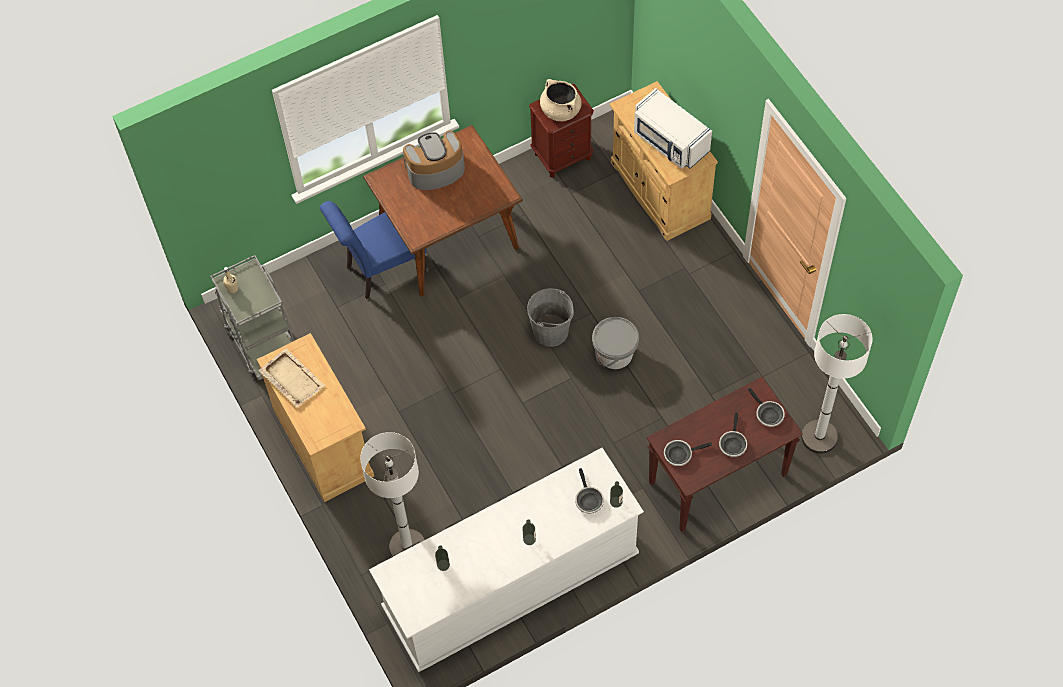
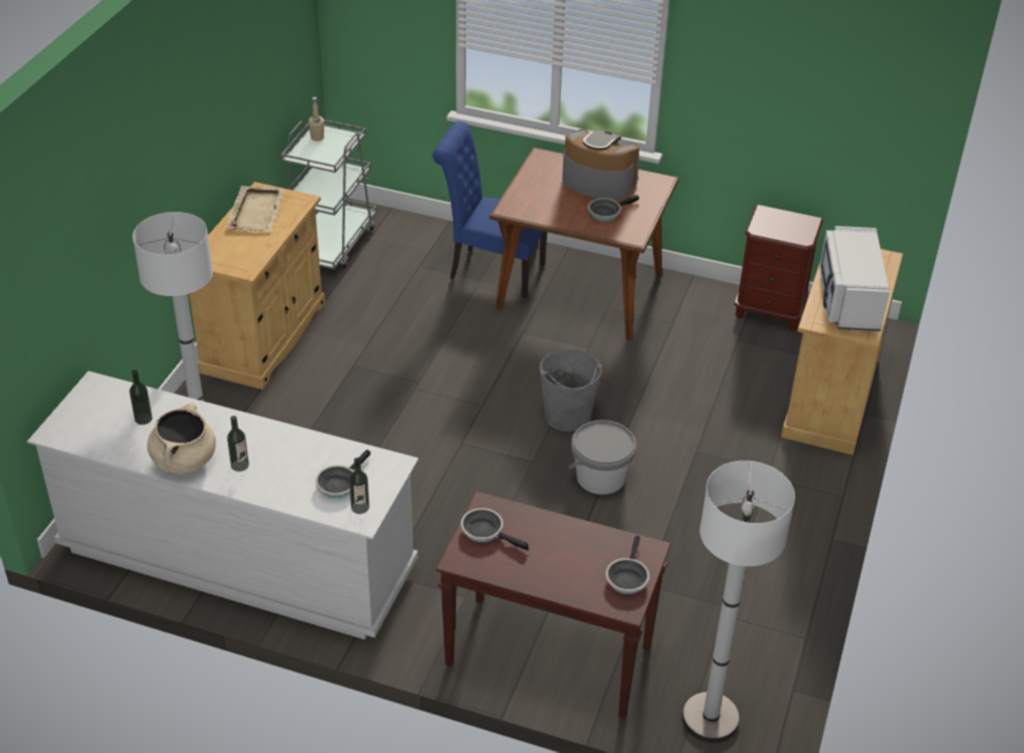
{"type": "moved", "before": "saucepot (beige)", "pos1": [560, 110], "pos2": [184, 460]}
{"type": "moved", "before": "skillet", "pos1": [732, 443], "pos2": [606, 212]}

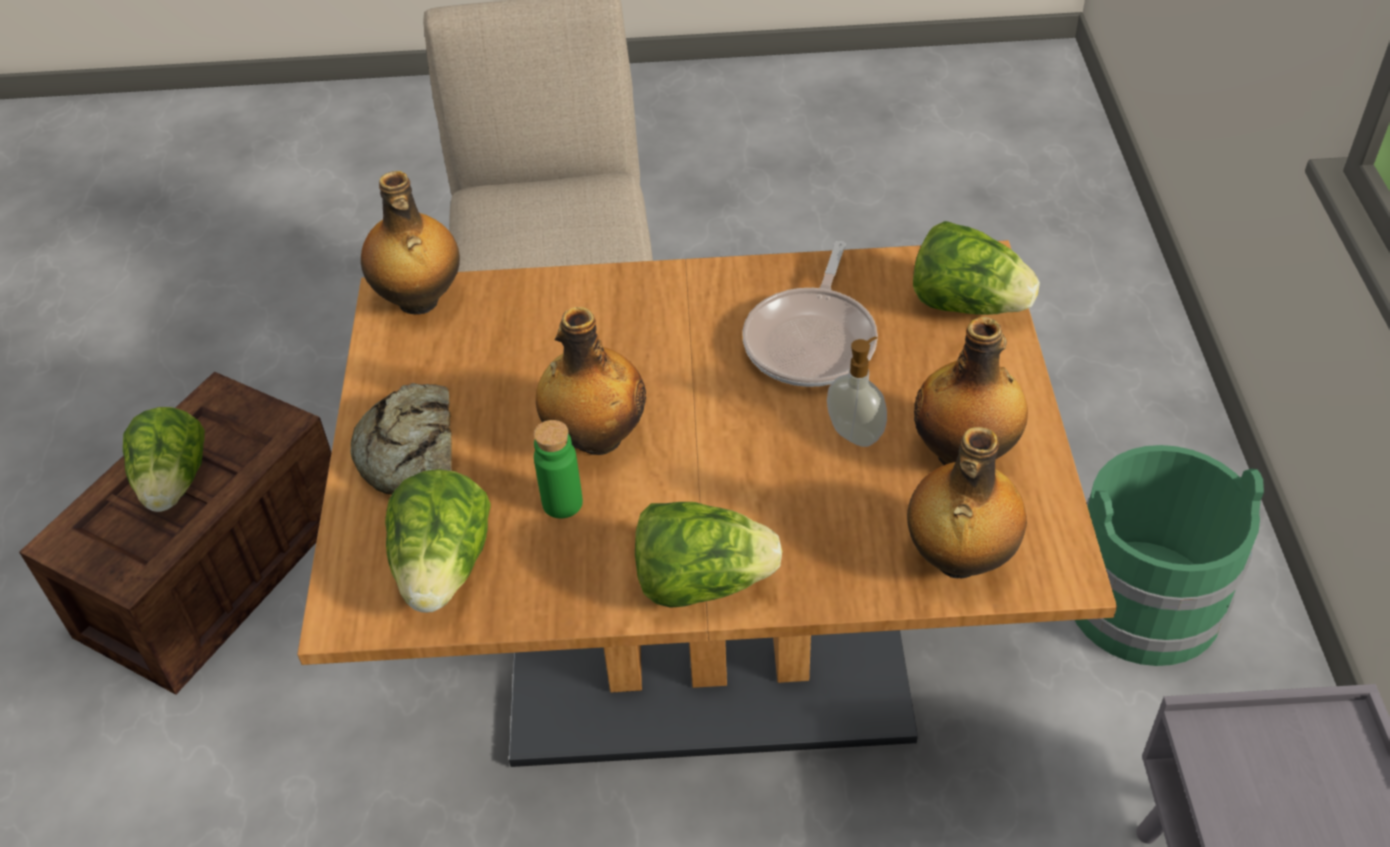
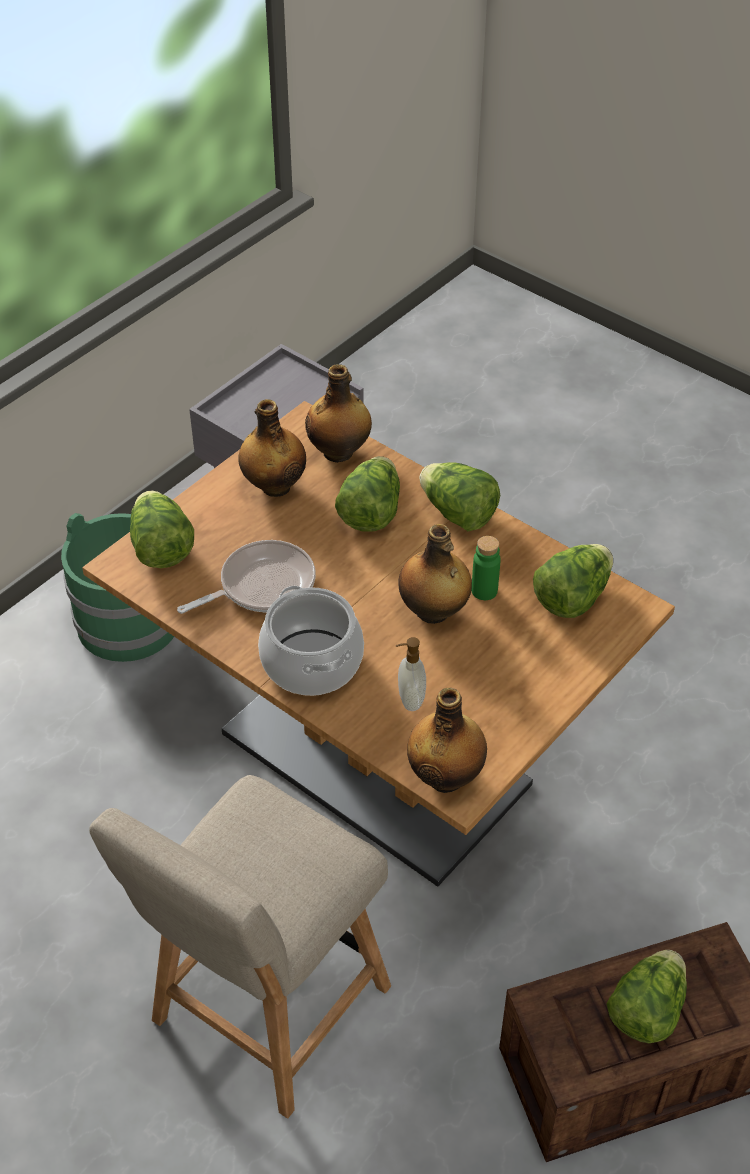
{"type": "added", "after": "saucepot", "pos2": [312, 662]}
{"type": "added", "after": "lettuce", "pos2": [370, 512]}
{"type": "moved", "before": "liquid soap bottle", "pos1": [856, 433], "pos2": [410, 699]}
{"type": "removed", "before": "baked bread", "pos1": [412, 453]}

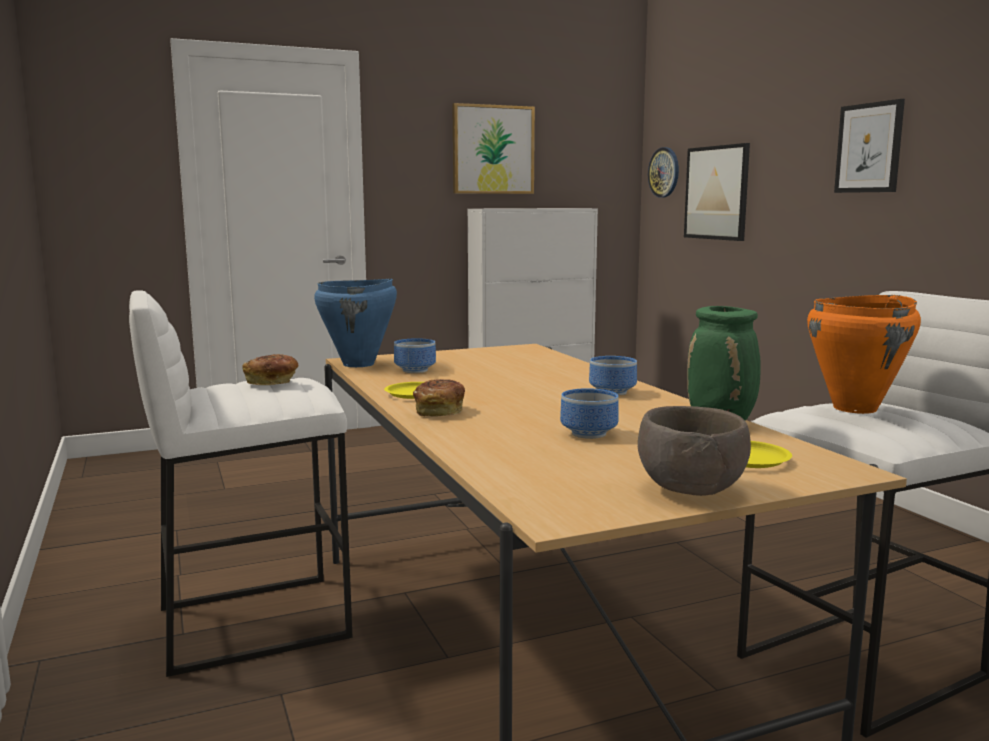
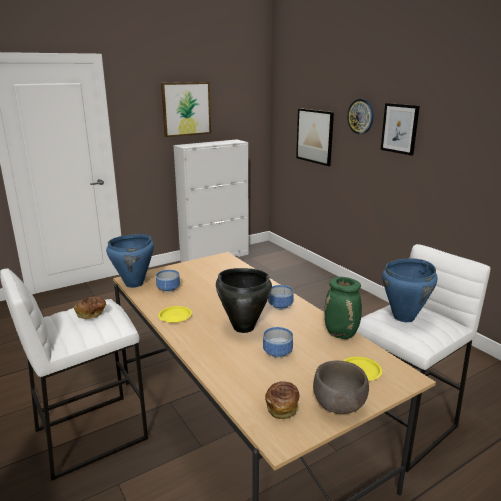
{"type": "added", "after": "saucepot (black-coloured)", "pos2": [243, 327]}
{"type": "moved", "before": "baked bread", "pos1": [440, 411], "pos2": [282, 407]}
{"type": "moved", "before": "clock on the wall", "pos1": [664, 172], "pos2": [361, 116]}
{"type": "recoloured", "before": "saucepot (orangey)", "after": "saucepot (blue)", "pos1": [856, 408], "pos2": [404, 317]}

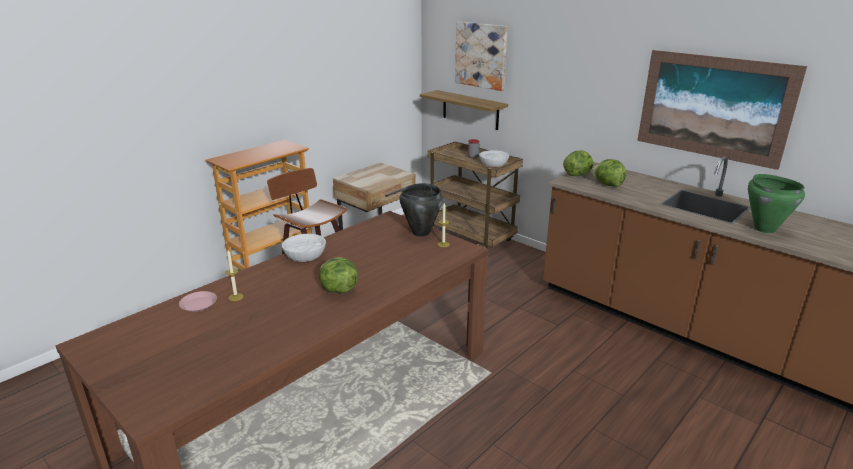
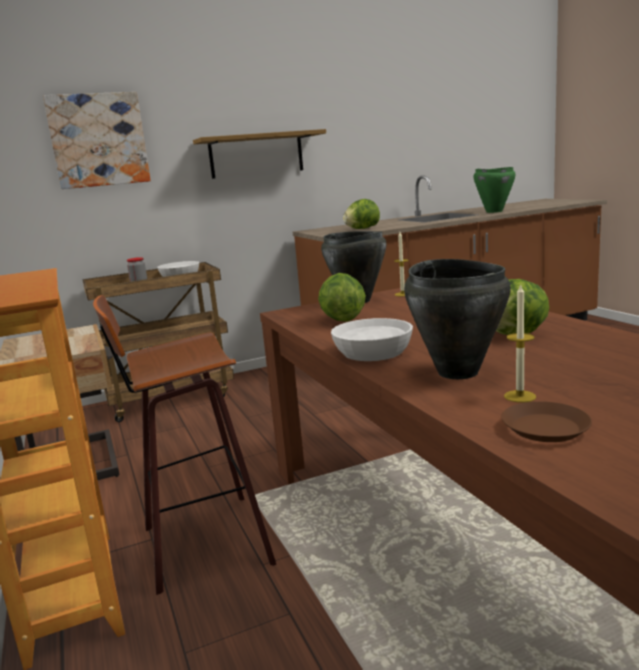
{"type": "moved", "before": "bracket shelf", "pos1": [470, 110], "pos2": [256, 155]}
{"type": "moved", "before": "lettuce", "pos1": [578, 175], "pos2": [341, 320]}
{"type": "added", "after": "saucepot (black-coloured)", "pos2": [458, 372]}
{"type": "recoloured", "before": "plate (pink)", "after": "plate (brownish)", "pos1": [198, 304], "pos2": [544, 428]}
{"type": "removed", "before": "picture", "pos1": [713, 107]}

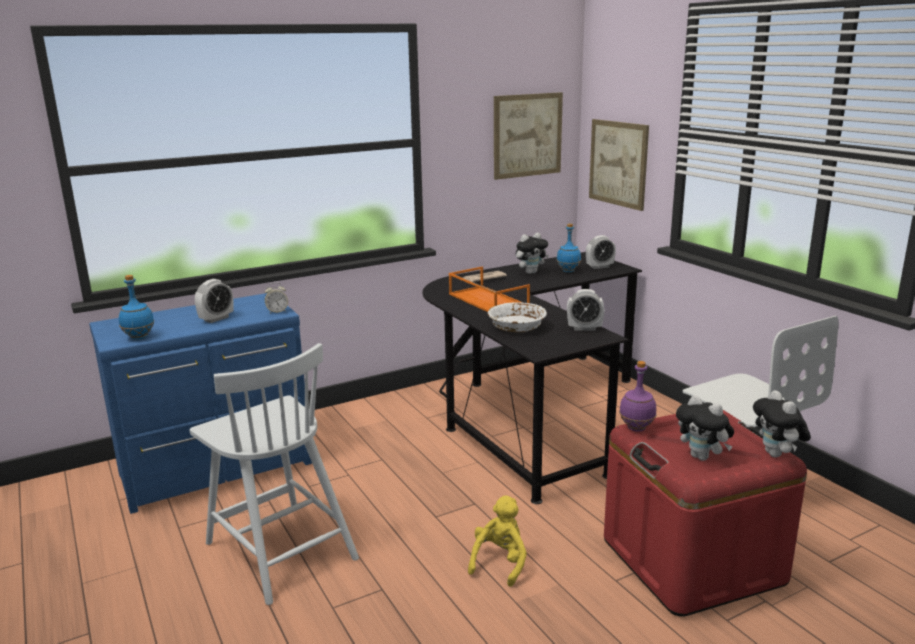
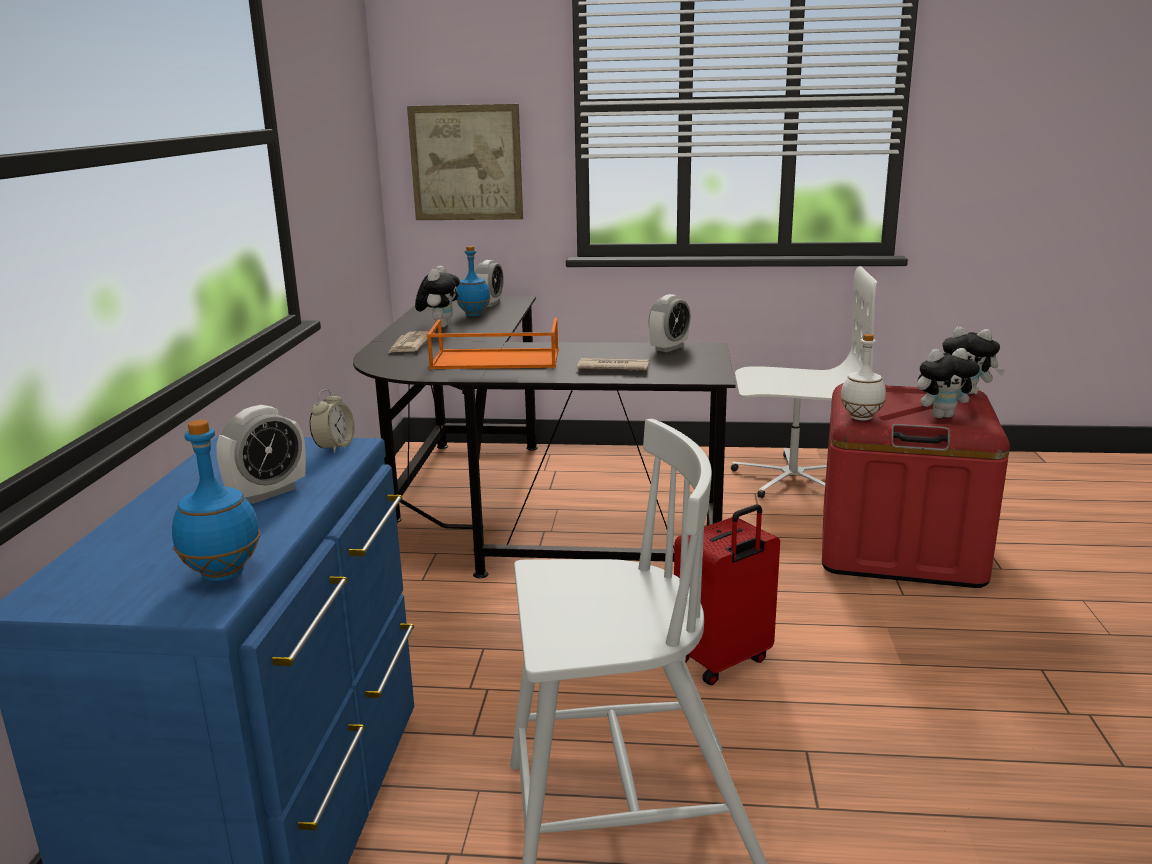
{"type": "turned", "before": "alarm clock", "pos1": [216, 319], "pos2": [267, 493], "turn": 60}
{"type": "replaced", "before": "bowl (white-coloured)", "after": "newspaper", "pos1": [516, 327], "pos2": [612, 368]}
{"type": "added", "after": "suitcase (red)", "pos2": [723, 661]}
{"type": "recoloured", "before": "drink bottle (purplish)", "after": "drink bottle (white-coloured)", "pos1": [636, 428], "pos2": [861, 418]}
{"type": "removed", "before": "soft toy (yellow)", "pos1": [500, 562]}
{"type": "removed", "before": "picture", "pos1": [527, 135]}

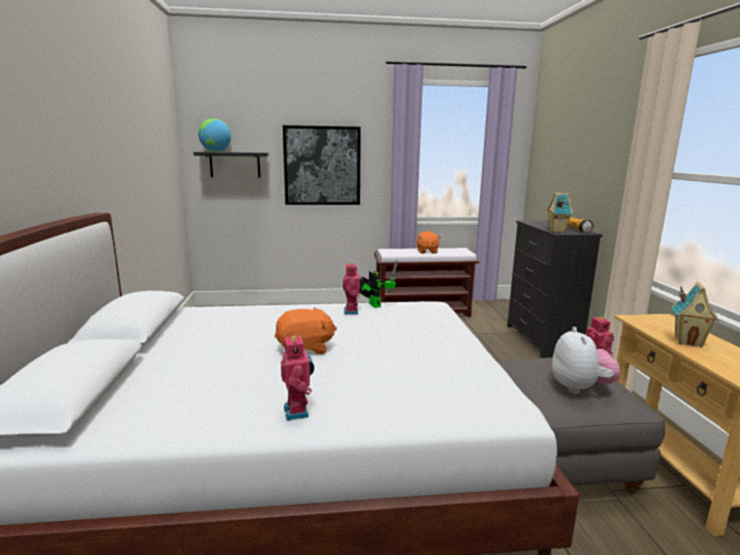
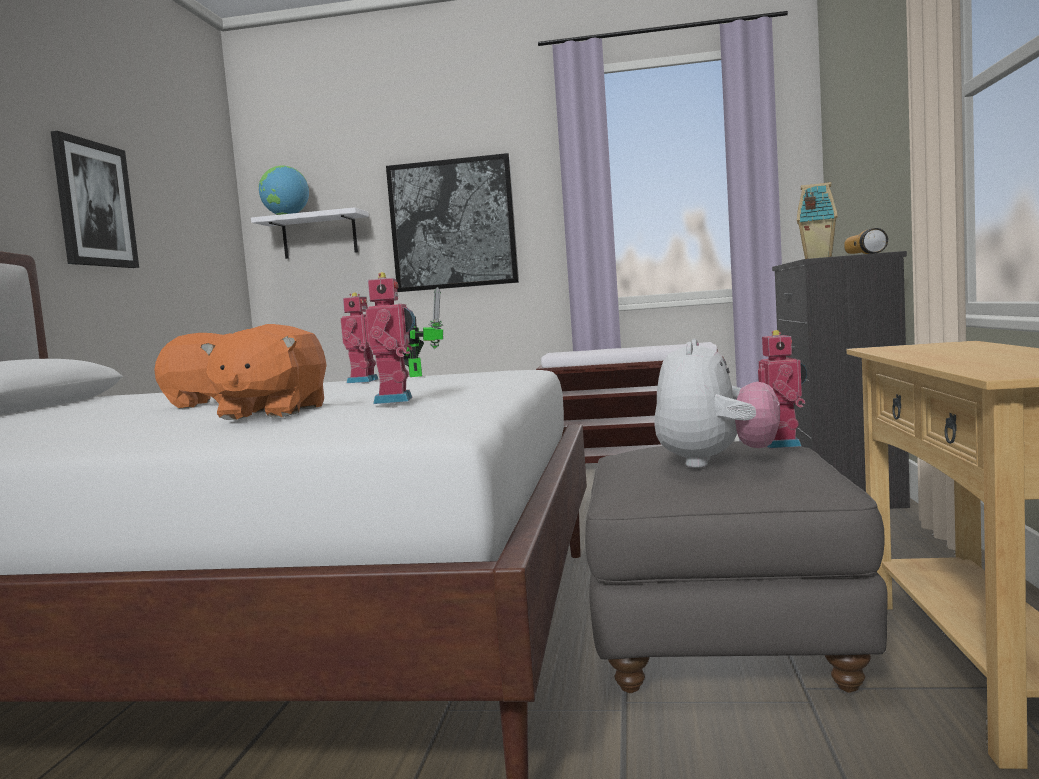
{"type": "added", "after": "picture", "pos2": [94, 204]}
{"type": "moved", "before": "soft toy (orangey)", "pos1": [427, 251], "pos2": [272, 413]}
{"type": "recoloured", "before": "bracket shelf (black-coloured)", "after": "bracket shelf (white-coloured)", "pos1": [235, 164], "pos2": [319, 236]}
{"type": "moved", "before": "model robot", "pos1": [298, 411], "pos2": [397, 400]}
{"type": "removed", "before": "model house", "pos1": [688, 342]}

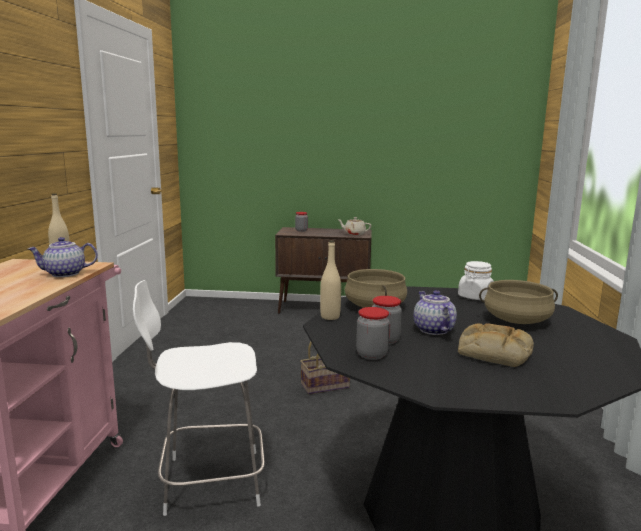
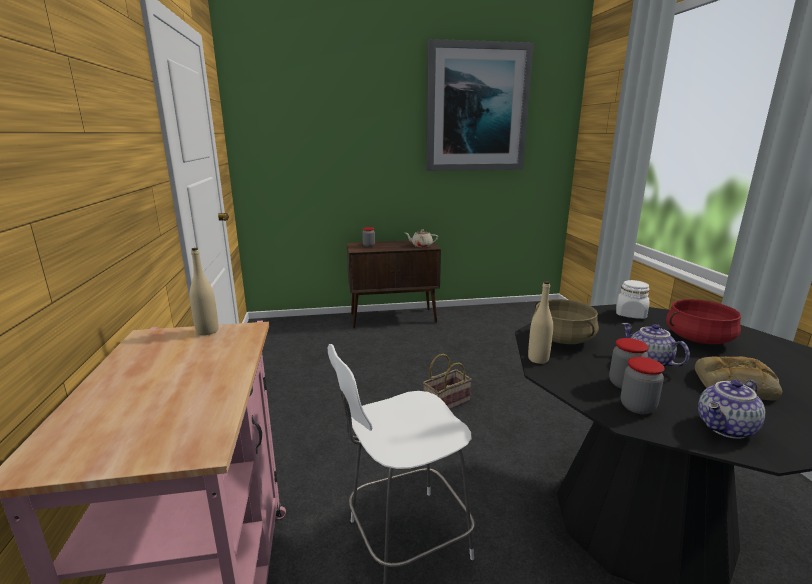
{"type": "added", "after": "picture", "pos2": [476, 108]}
{"type": "recoloured", "before": "saucepot (beige)", "after": "saucepot (red)", "pos1": [517, 320], "pos2": [698, 338]}
{"type": "moved", "before": "tea pot", "pos1": [64, 274], "pos2": [726, 428]}

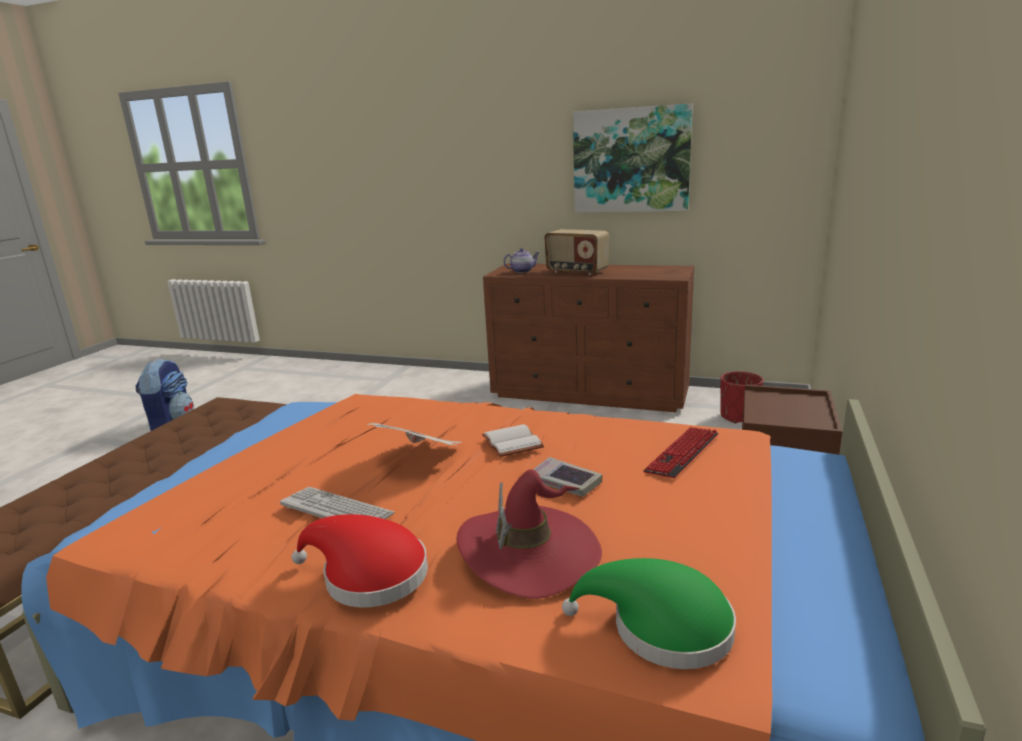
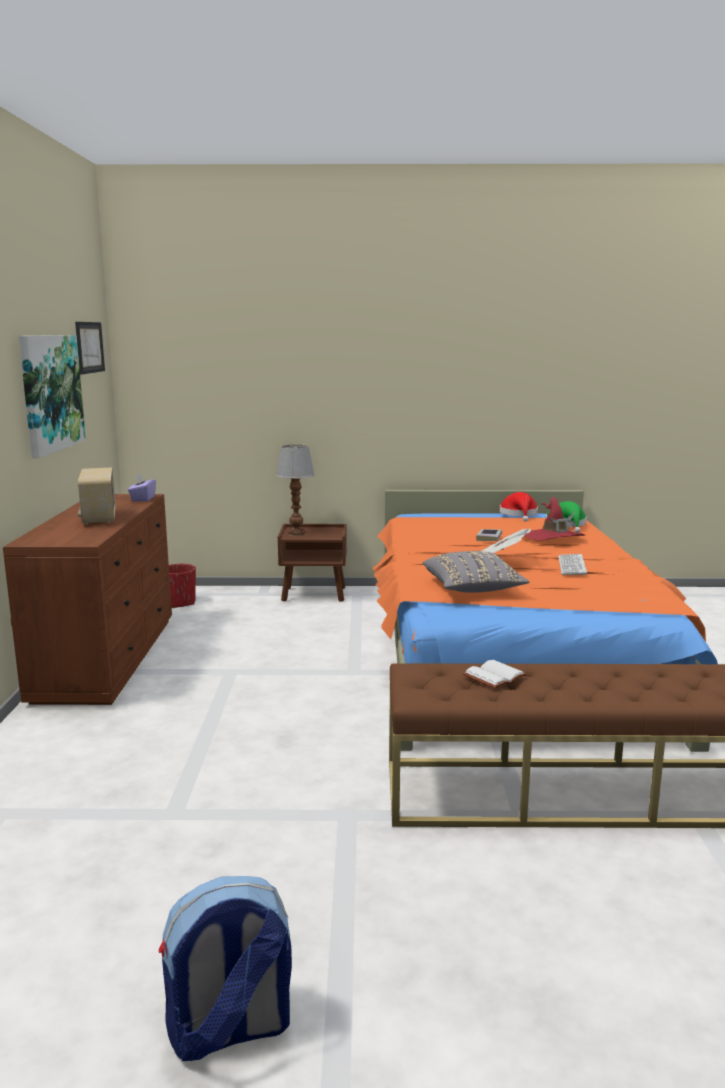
{"type": "added", "after": "picture", "pos2": [89, 347]}
{"type": "turned", "before": "radio", "pos1": [576, 272], "pos2": [98, 519], "turn": 150}
{"type": "added", "after": "box of tissues (purplish)", "pos2": [142, 499]}
{"type": "added", "after": "lamp for a table", "pos2": [296, 533]}
{"type": "added", "after": "pillow (grey)", "pos2": [472, 589]}
{"type": "moved", "before": "bound book (white-coloured)", "pos1": [514, 442], "pos2": [493, 675]}
{"type": "moved", "before": "hat (red)", "pos1": [368, 575], "pos2": [519, 514]}
{"type": "removed", "before": "tea pot", "pos1": [522, 271]}
{"type": "removed", "before": "keyboard", "pos1": [682, 454]}

